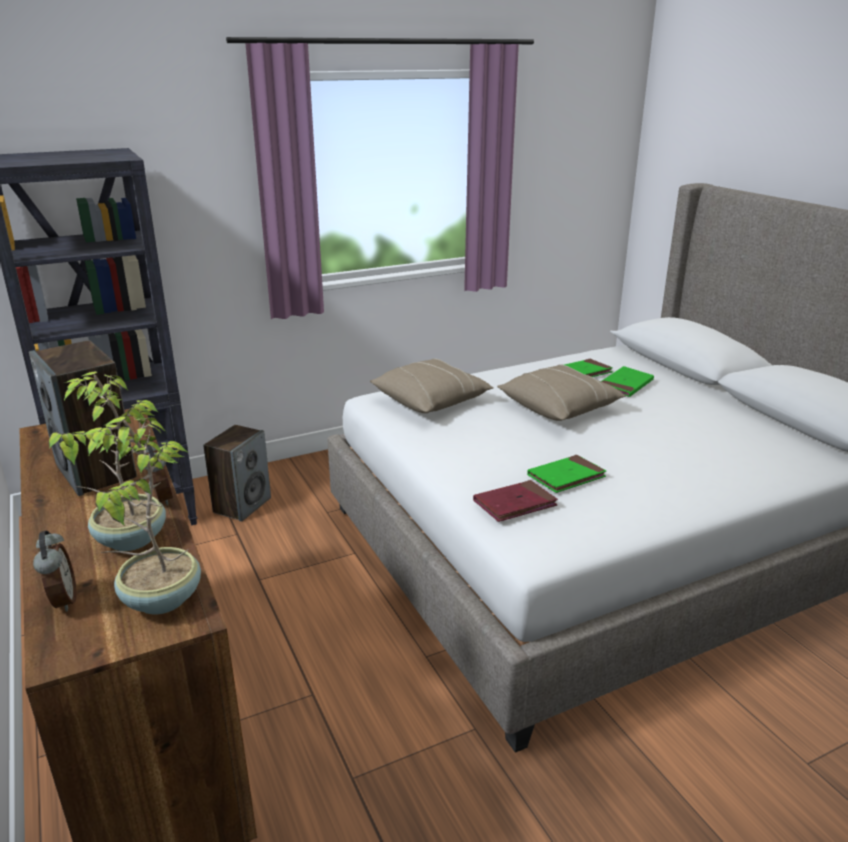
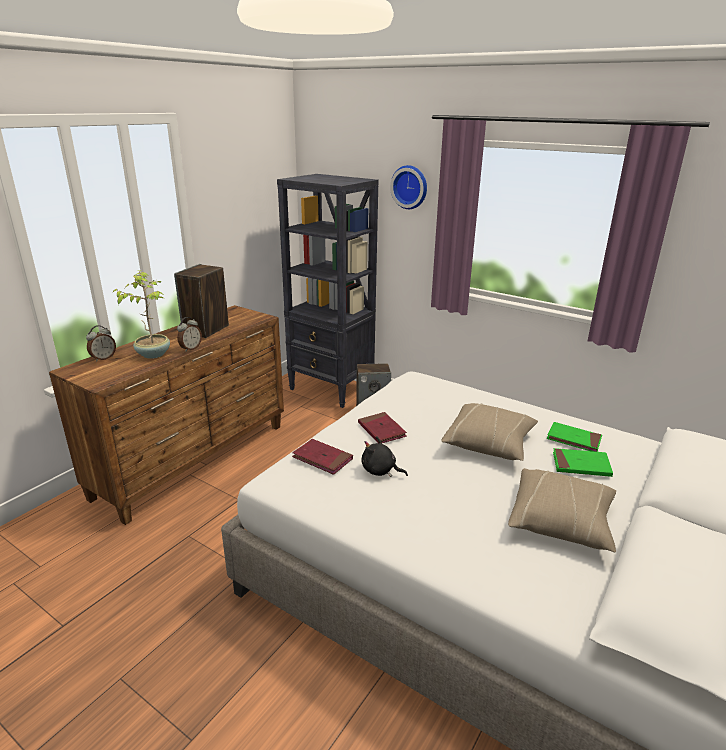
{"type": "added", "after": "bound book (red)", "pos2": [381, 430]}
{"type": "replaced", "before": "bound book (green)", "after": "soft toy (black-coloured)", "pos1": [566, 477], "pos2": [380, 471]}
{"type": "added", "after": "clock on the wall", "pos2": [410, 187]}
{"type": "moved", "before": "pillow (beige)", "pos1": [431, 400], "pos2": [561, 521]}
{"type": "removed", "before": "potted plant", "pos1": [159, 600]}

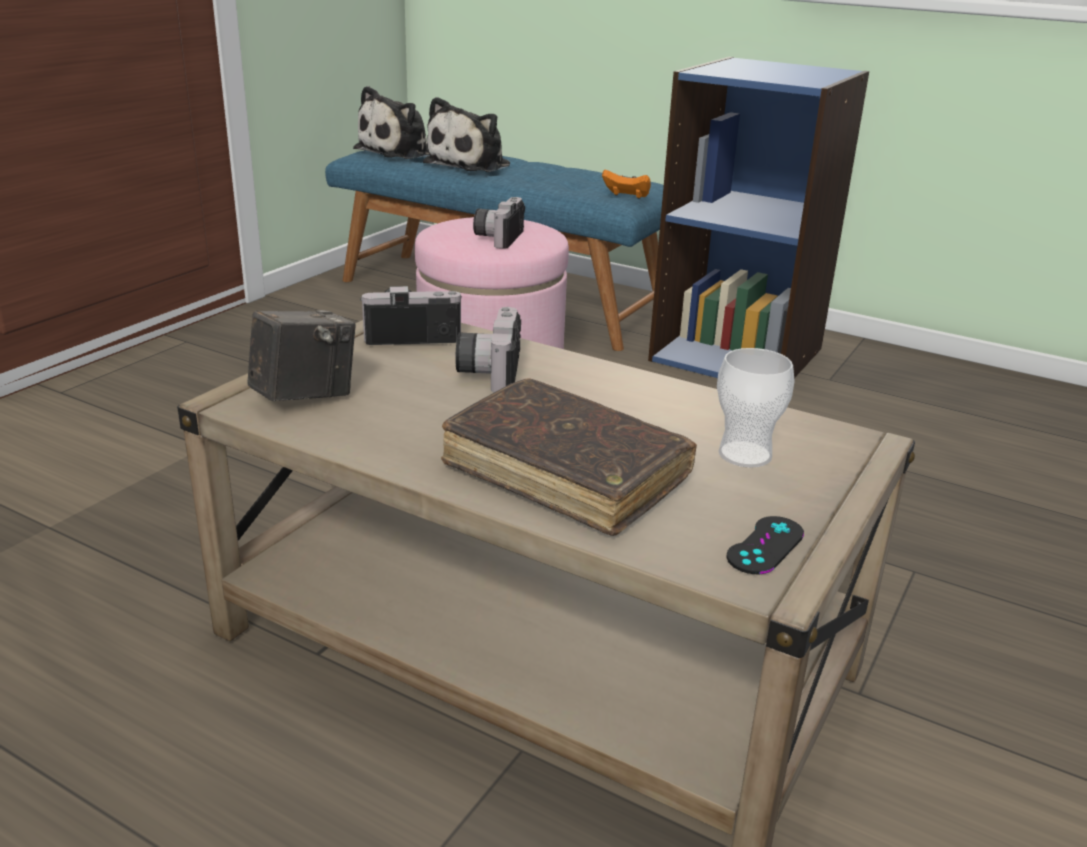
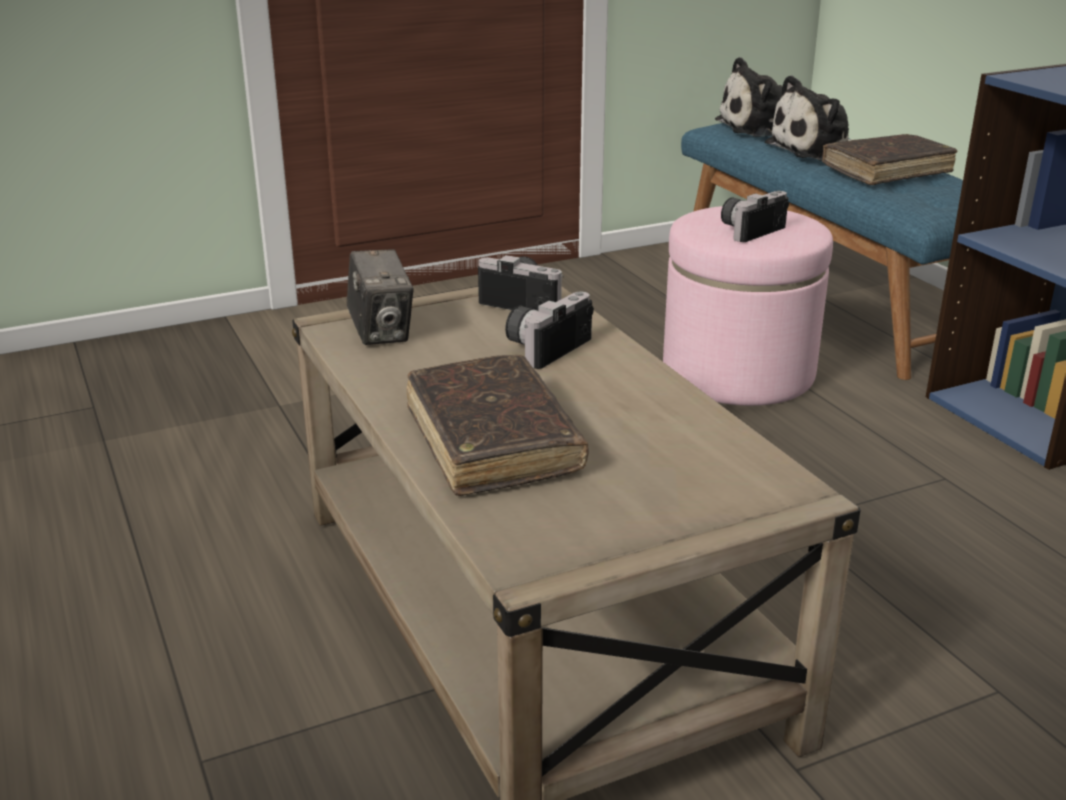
{"type": "turned", "before": "still camera", "pos1": [304, 397], "pos2": [381, 333], "turn": 75}
{"type": "added", "after": "bound book (brownish)", "pos2": [886, 171]}
{"type": "removed", "before": "game controller (orangey)", "pos1": [626, 197]}
{"type": "removed", "before": "drinking cup", "pos1": [745, 454]}
{"type": "removed", "before": "game controller (black-coloured)", "pos1": [765, 545]}

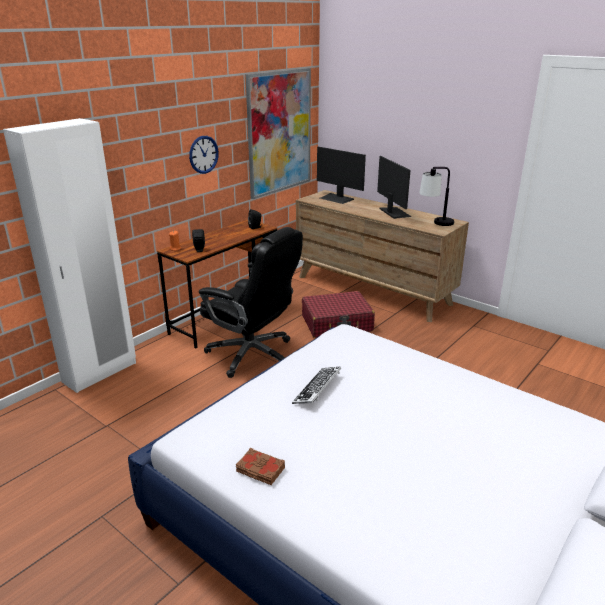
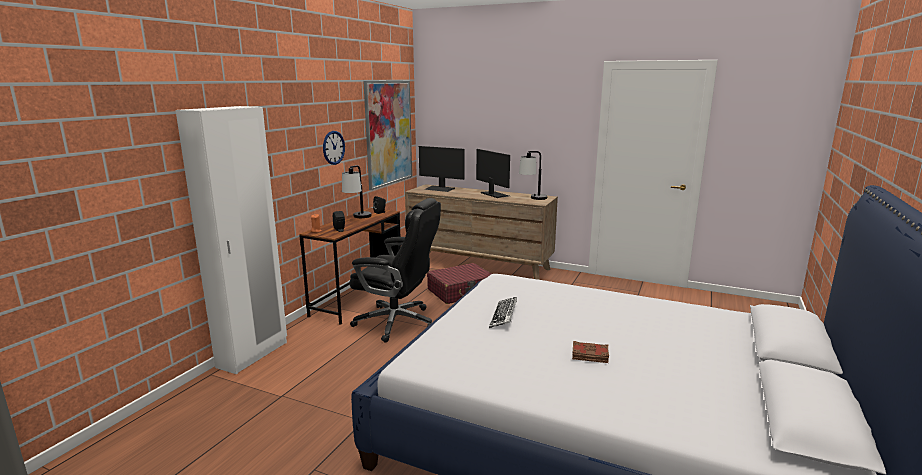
{"type": "added", "after": "lamp for a table", "pos2": [358, 218]}
{"type": "moved", "before": "bound book (brownish)", "pos1": [260, 470], "pos2": [590, 356]}

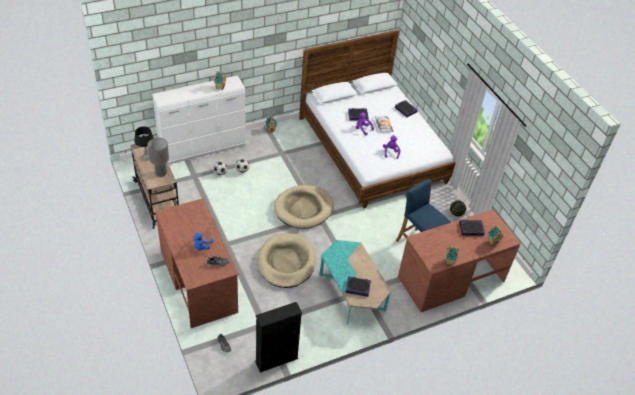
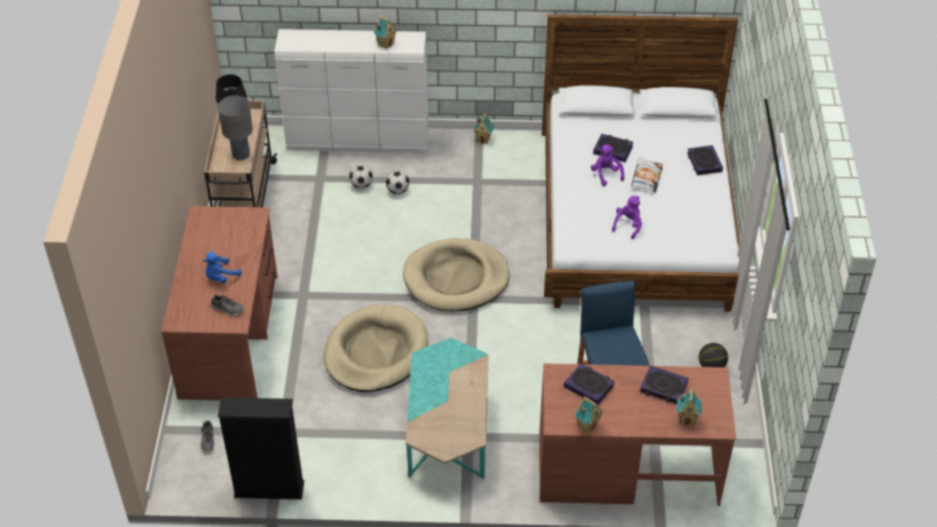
{"type": "moved", "before": "bound book", "pos1": [358, 287], "pos2": [589, 386]}

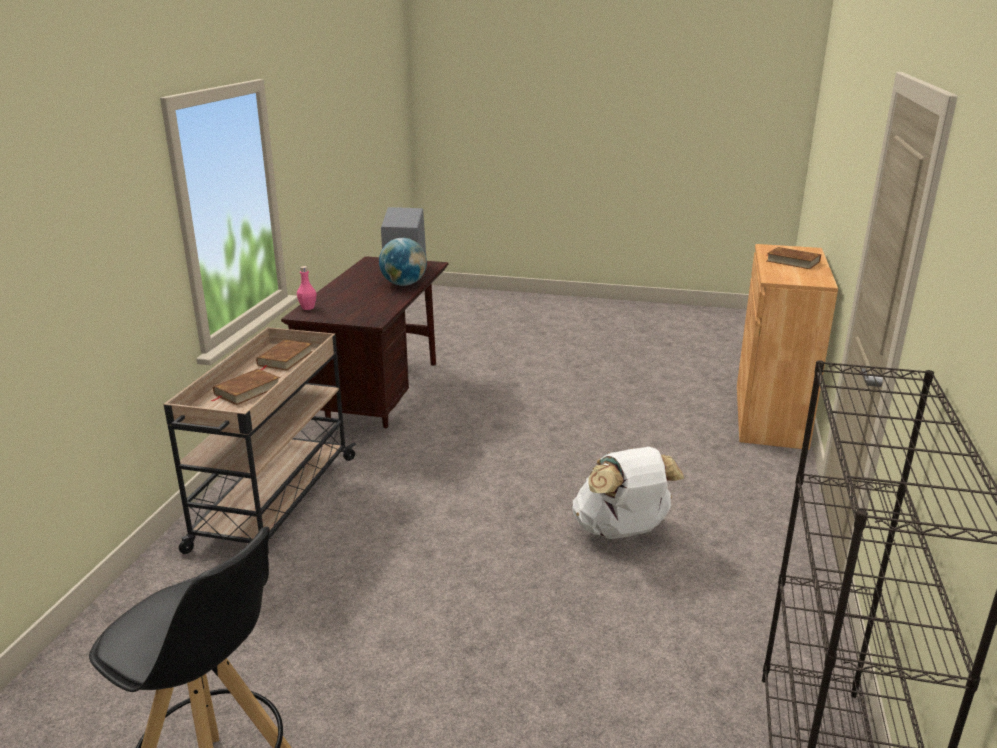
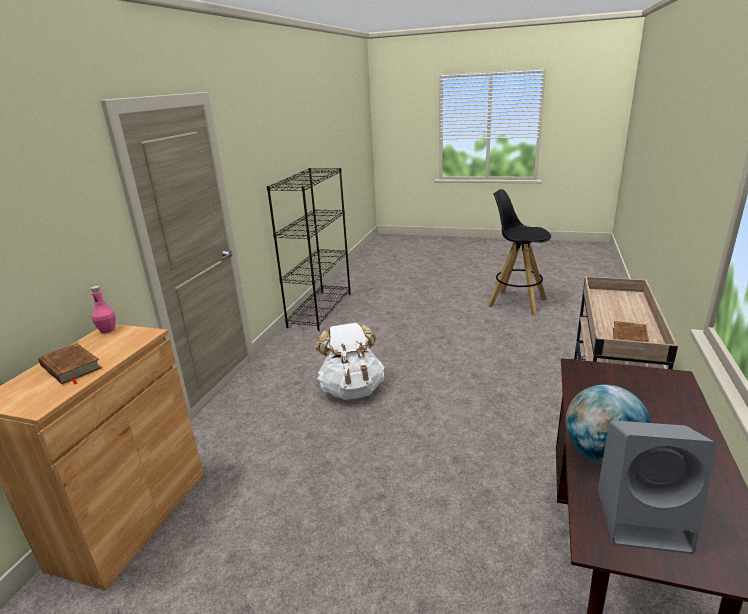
{"type": "moved", "before": "drink bottle (pink)", "pos1": [307, 308], "pos2": [107, 330]}
{"type": "removed", "before": "bound book (brownish)", "pos1": [247, 390]}

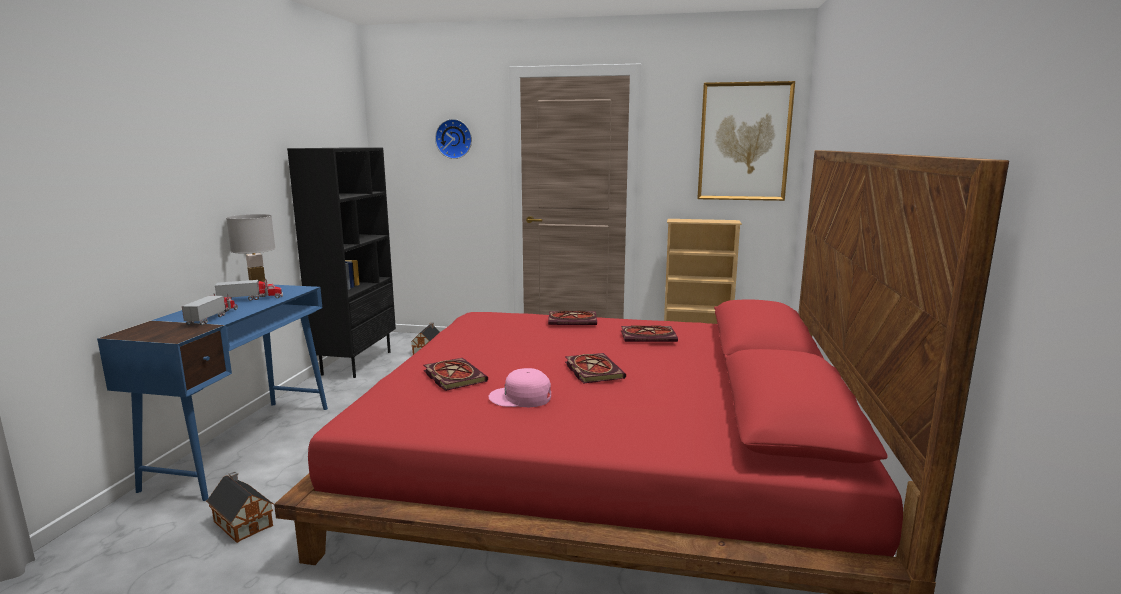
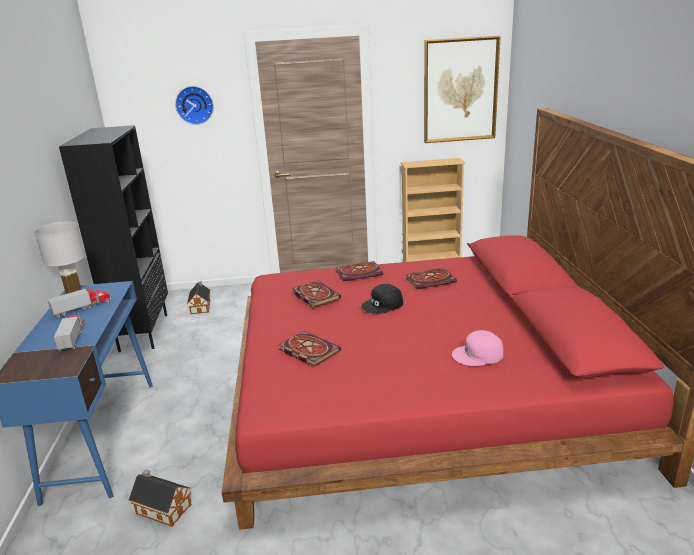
{"type": "moved", "before": "bound book", "pos1": [592, 370], "pos2": [314, 295]}
{"type": "added", "after": "baseball cap (black-coloured)", "pos2": [383, 305]}
{"type": "moved", "before": "baseball cap (pink)", "pos1": [521, 397], "pos2": [478, 355]}

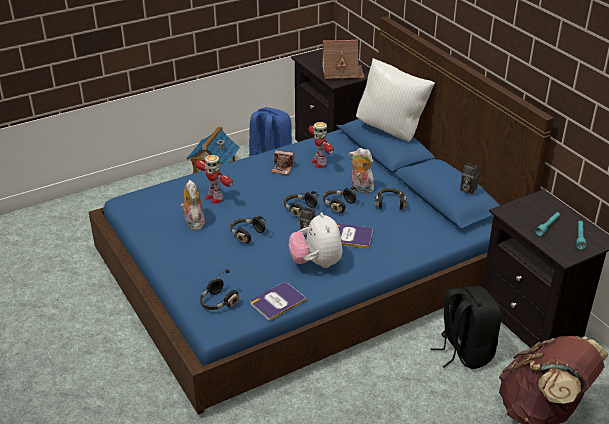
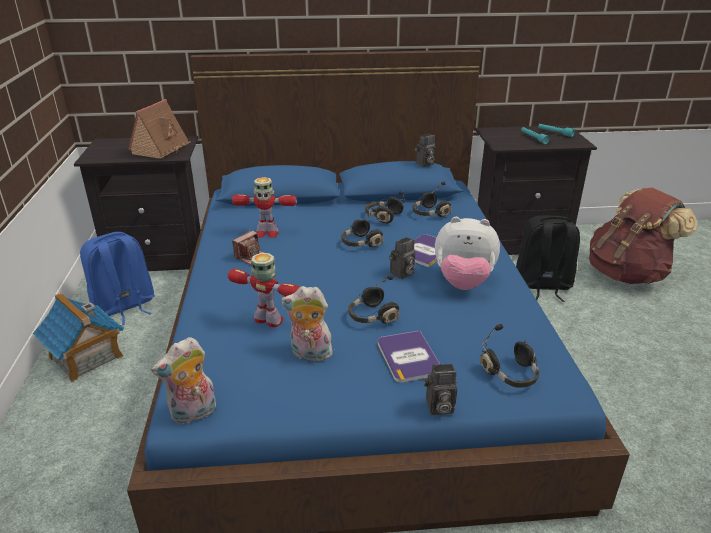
{"type": "moved", "before": "soft toy", "pos1": [360, 189], "pos2": [193, 414]}
{"type": "turned", "before": "model robot", "pos1": [214, 198], "pos2": [269, 320], "turn": -135}
{"type": "moved", "before": "bound book", "pos1": [277, 301], "pos2": [408, 357]}
{"type": "moved", "before": "headphones (black-coloured)", "pos1": [299, 209], "pos2": [429, 213]}
{"type": "added", "after": "still camera", "pos2": [438, 407]}
{"type": "removed", "before": "pillow (white-coloured)", "pos1": [391, 130]}

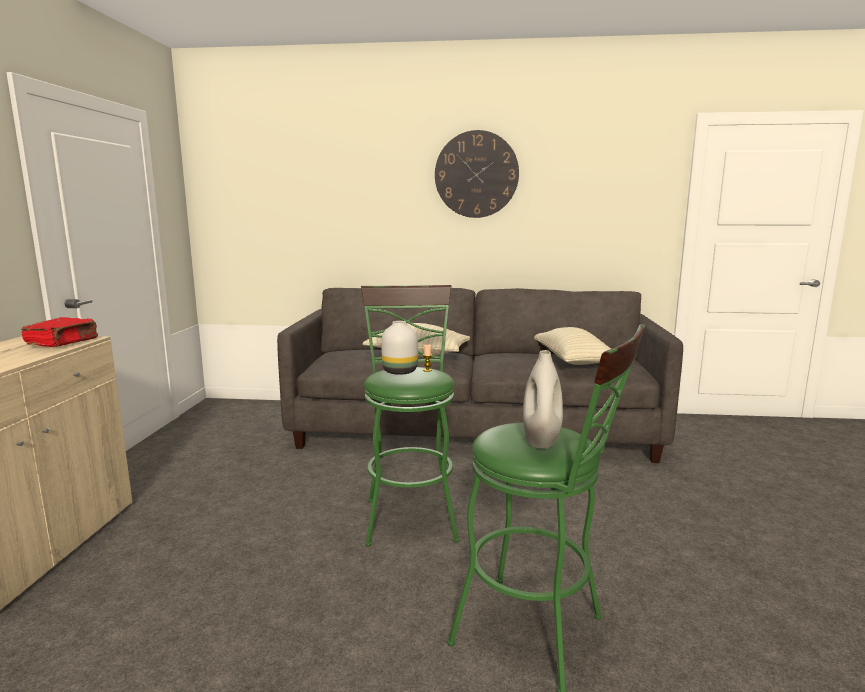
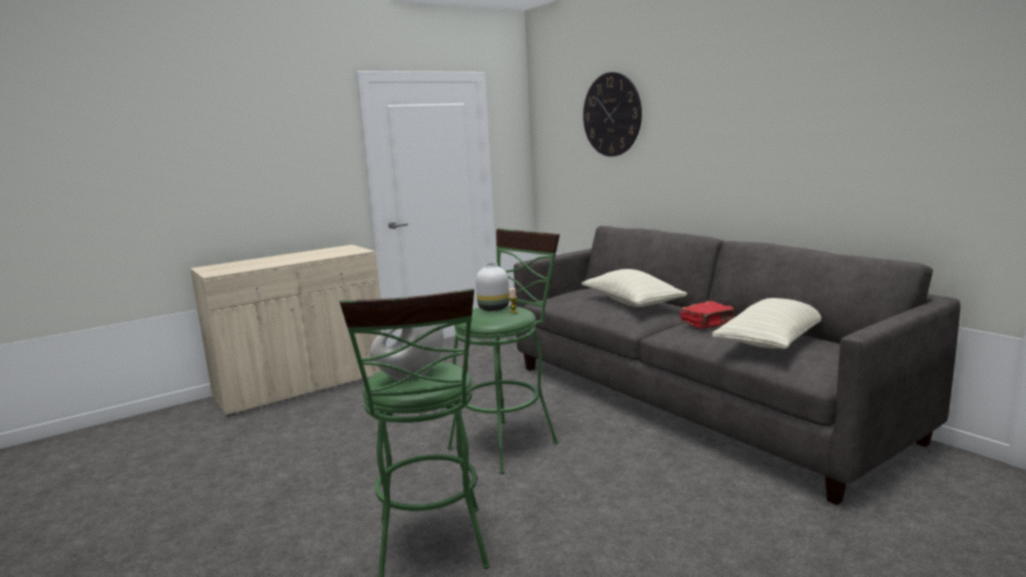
{"type": "moved", "before": "clock on the wall", "pos1": [476, 174], "pos2": [612, 114]}
{"type": "moved", "before": "bound book (red)", "pos1": [63, 342], "pos2": [708, 324]}

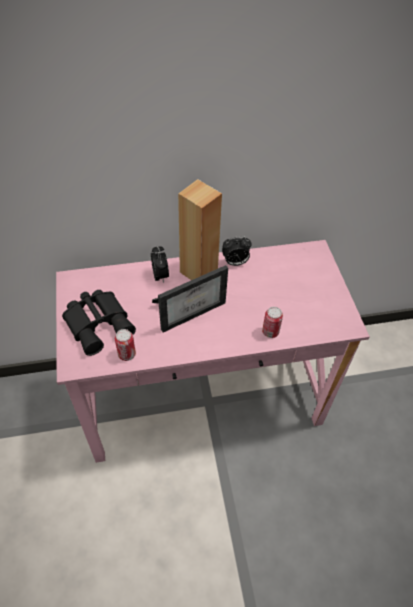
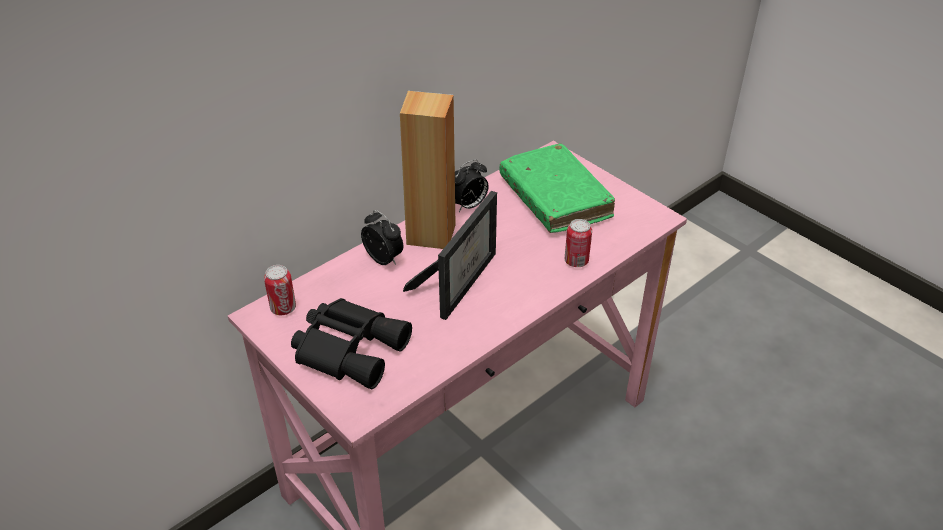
{"type": "moved", "before": "metal can", "pos1": [127, 354], "pos2": [283, 308]}
{"type": "added", "after": "bound book (green)", "pos2": [555, 198]}

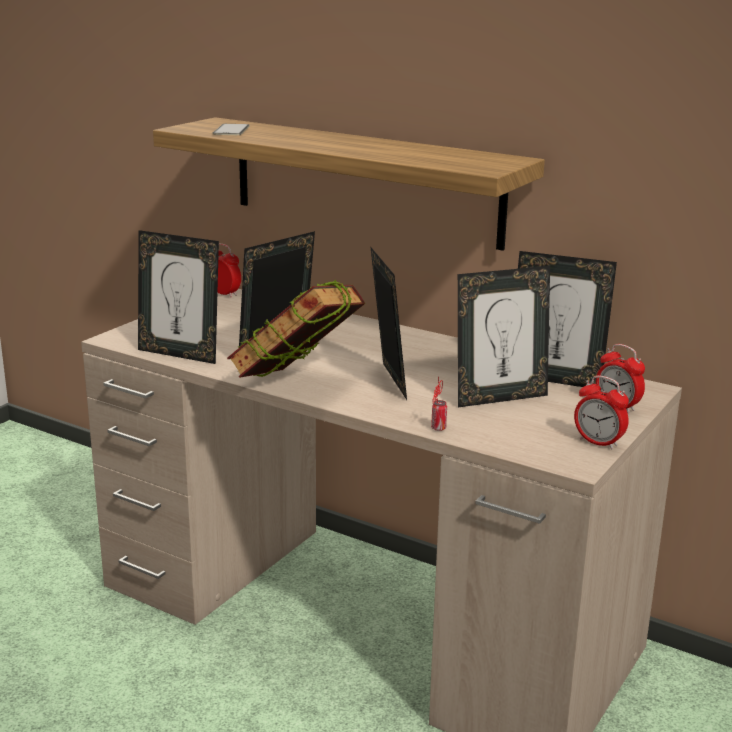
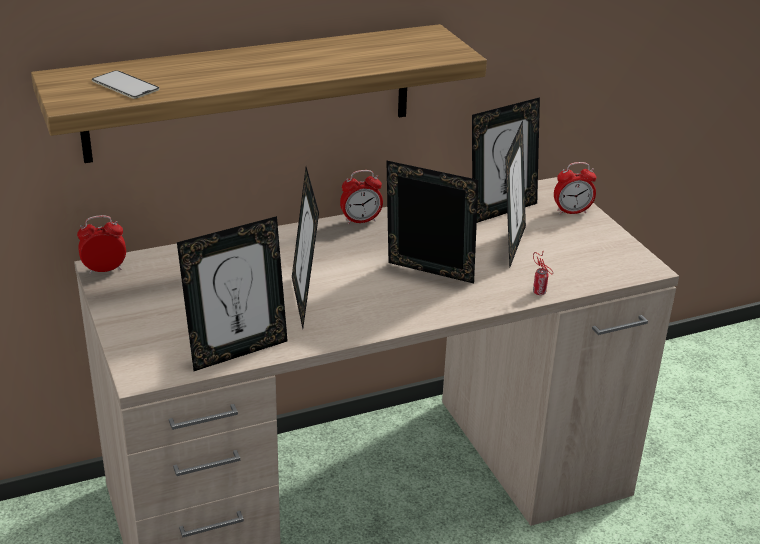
{"type": "moved", "before": "alarm clock", "pos1": [598, 442], "pos2": [361, 220]}
{"type": "removed", "before": "bound book", "pos1": [297, 385]}

